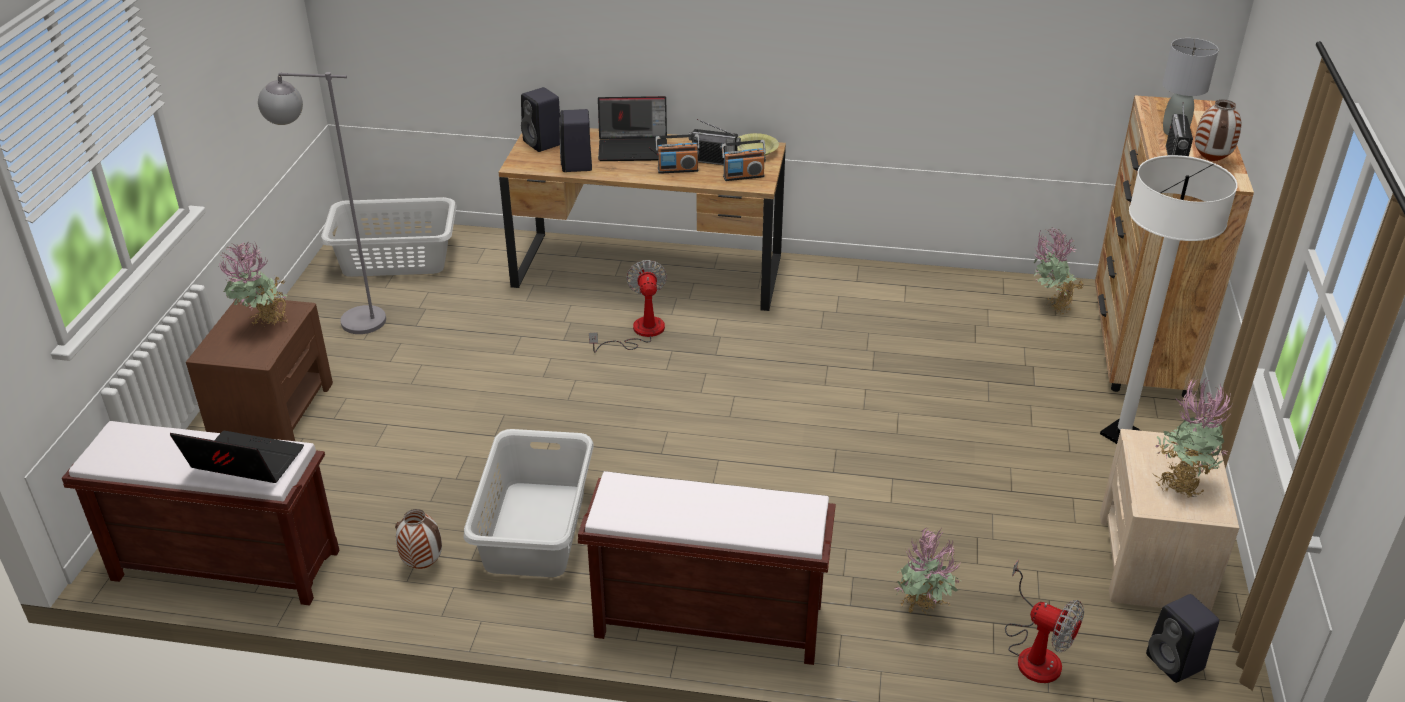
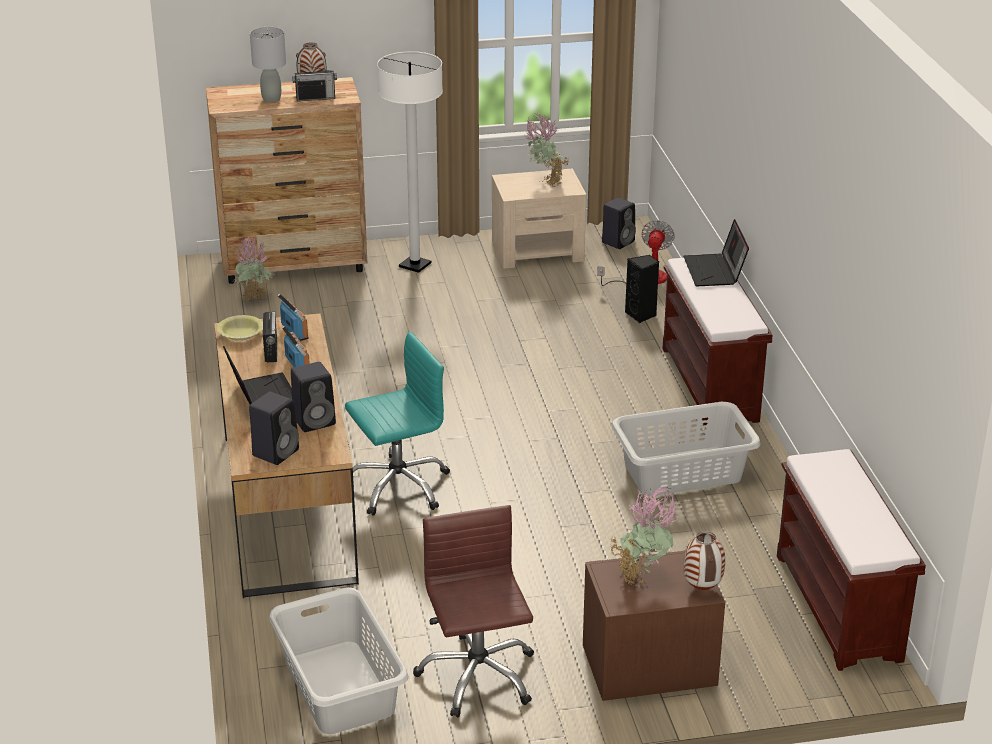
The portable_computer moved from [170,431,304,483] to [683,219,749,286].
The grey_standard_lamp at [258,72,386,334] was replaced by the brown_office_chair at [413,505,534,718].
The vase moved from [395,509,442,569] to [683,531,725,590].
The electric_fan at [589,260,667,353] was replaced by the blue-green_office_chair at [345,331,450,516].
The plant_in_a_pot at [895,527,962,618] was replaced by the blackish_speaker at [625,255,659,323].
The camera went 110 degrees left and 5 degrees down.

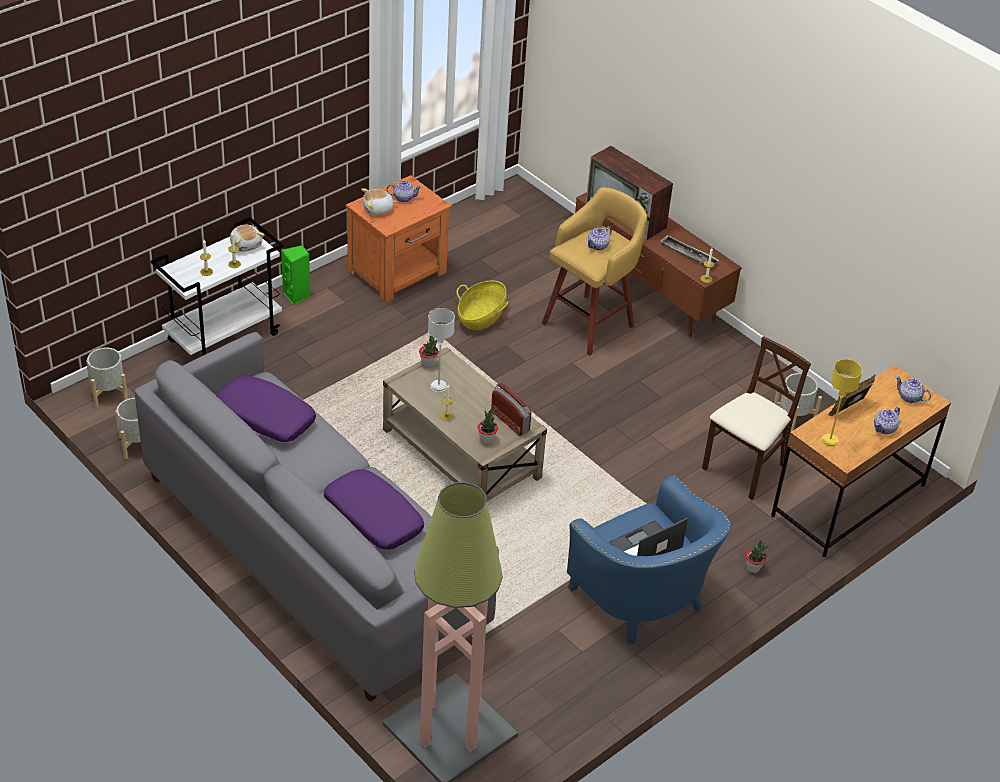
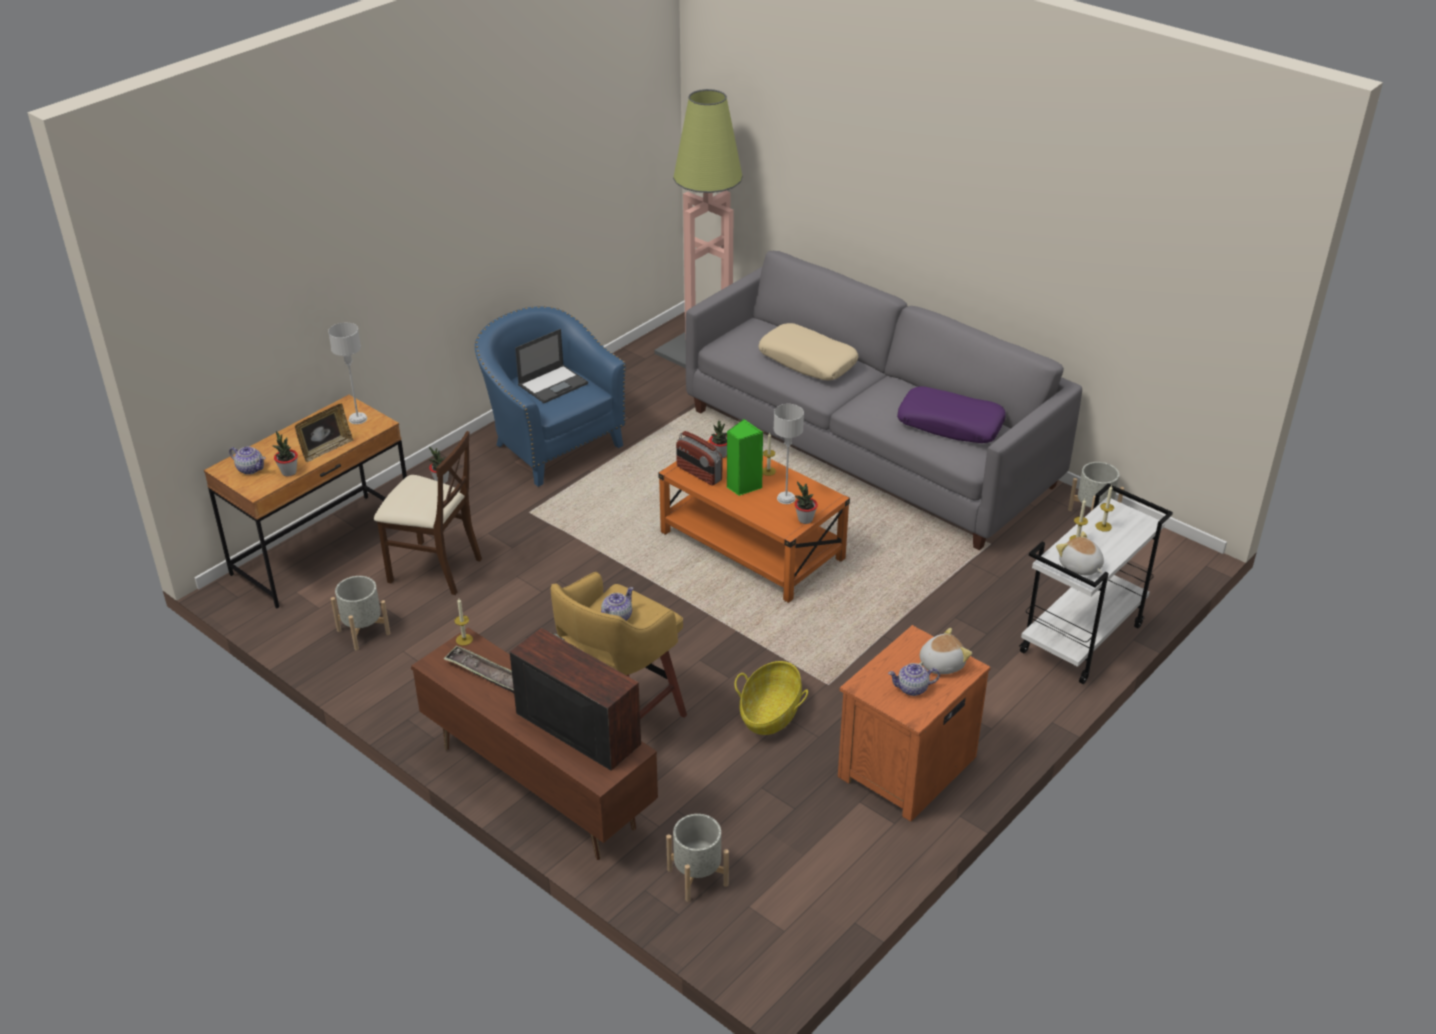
The grey_plant_pot moved from [86,347,128,407] to [666,814,729,902].
The green_speaker moved from [281,245,311,305] to [727,419,763,496].
The purplish_throw_pillow at [324,469,424,550] became the beige_throw_pillow at [758,323,859,381].
The beige_lounge_table at [383,347,547,501] became the orange-coloured_lounge_table at [658,440,850,603].
The beige_upright_chair at [702,336,811,500] turned 105 degrees counterclockwise.
The yellowish_tabletop_lamp at [821,359,862,447] became the grey_tabletop_lamp at [328,323,367,424].
The teapot at [874,407,900,434] disappeared.
The plant_in_a_pot at [273,431,298,476] appeared.
The camera went 175 degrees right and 5 degrees down.

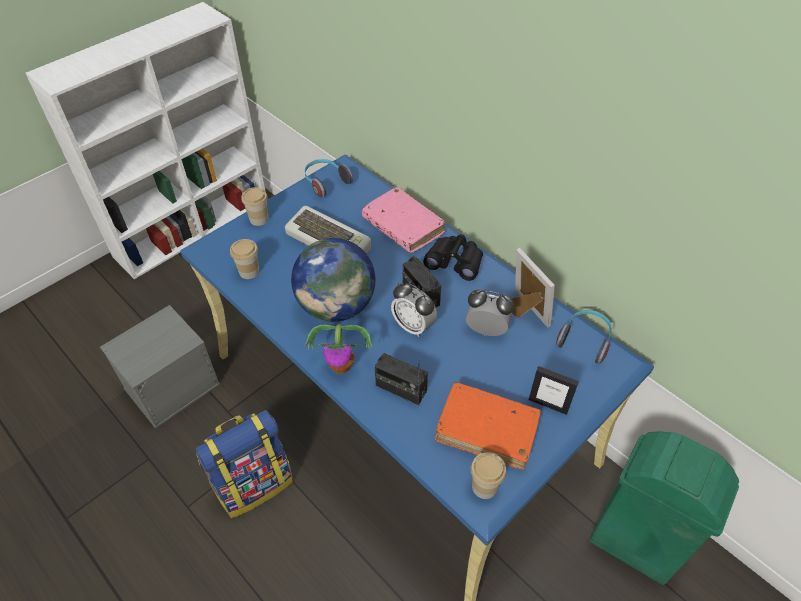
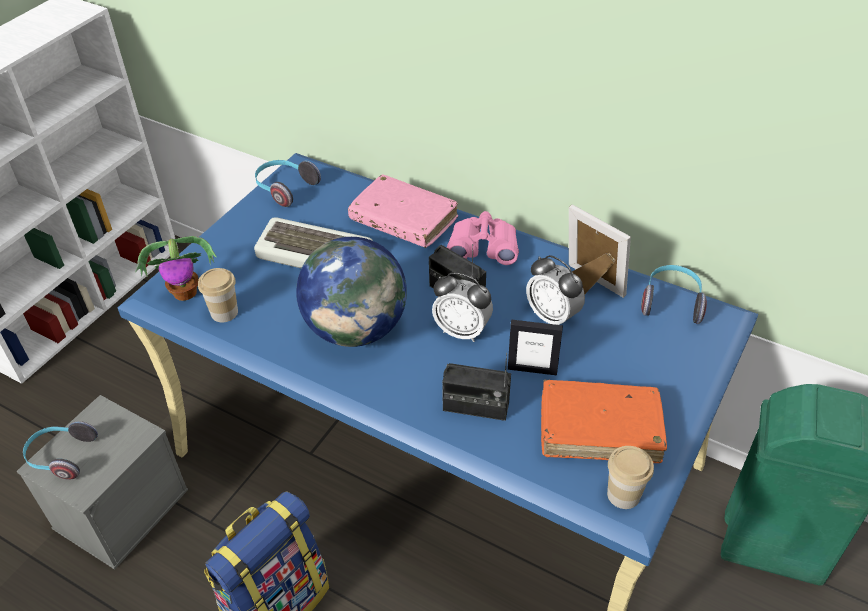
The drinking_cup at [242,187,269,226] disappeared.
The plant_in_a_pot moved from [304,324,373,374] to [135,236,217,301].
The blackish_binoculars at [423,234,483,281] became the pink_binoculars at [447,211,519,265].
The bedside_clock at [466,290,515,336] turned 135 degrees counterclockwise.
The photo_frame moved from [529,366,579,415] to [508,320,563,375].
The headphones at [23,421,98,480] appeared.
The camera went 15 degrees left and 5 degrees down.

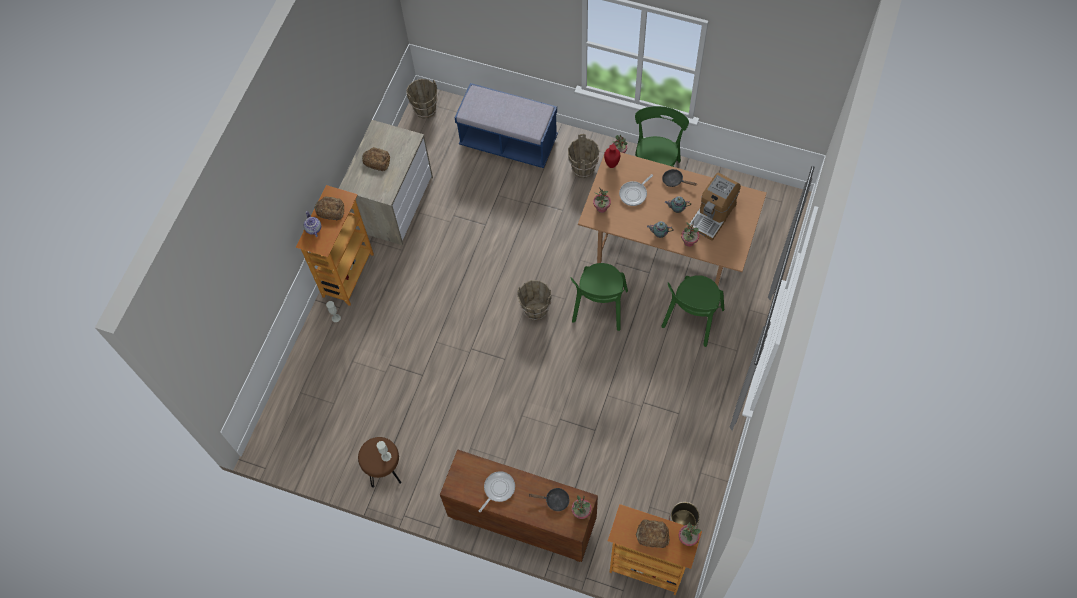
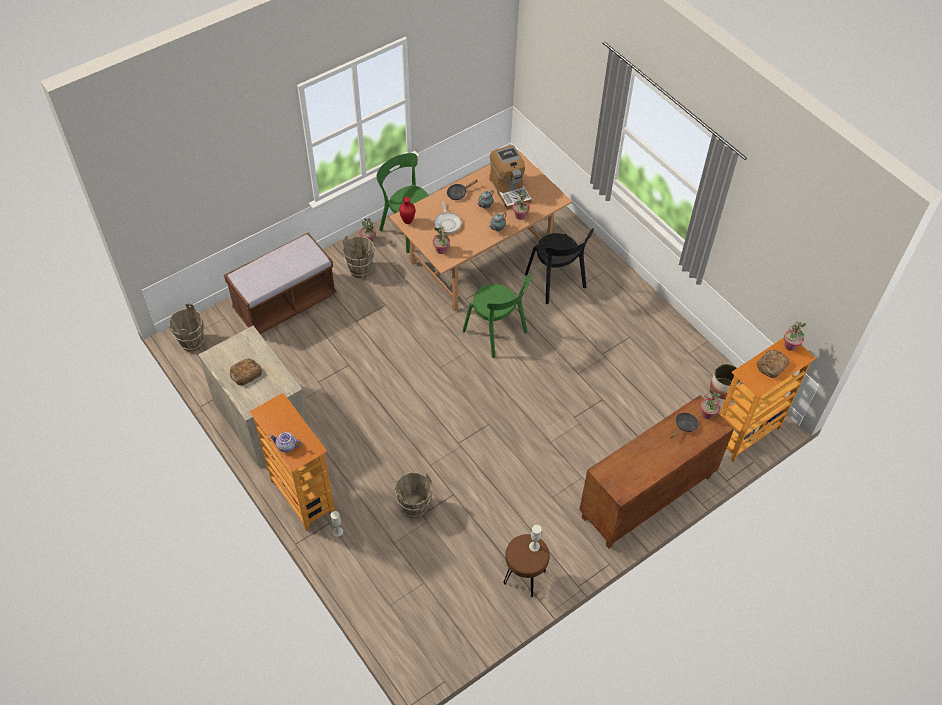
The bakery_bread at [315,196,344,220] disappeared.
The blue_indoor_bench at [455,83,558,168] became the brown_indoor_bench at [224,233,337,334].
The frying_pan at [479,471,515,512] disappeared.
The brown_bucket moved from [517,280,552,321] to [394,472,432,518].
The green_upright_chair at [661,275,724,347] became the blackish_upright_chair at [525,228,594,304].
The camera went 60 degrees left and 10 degrees down.

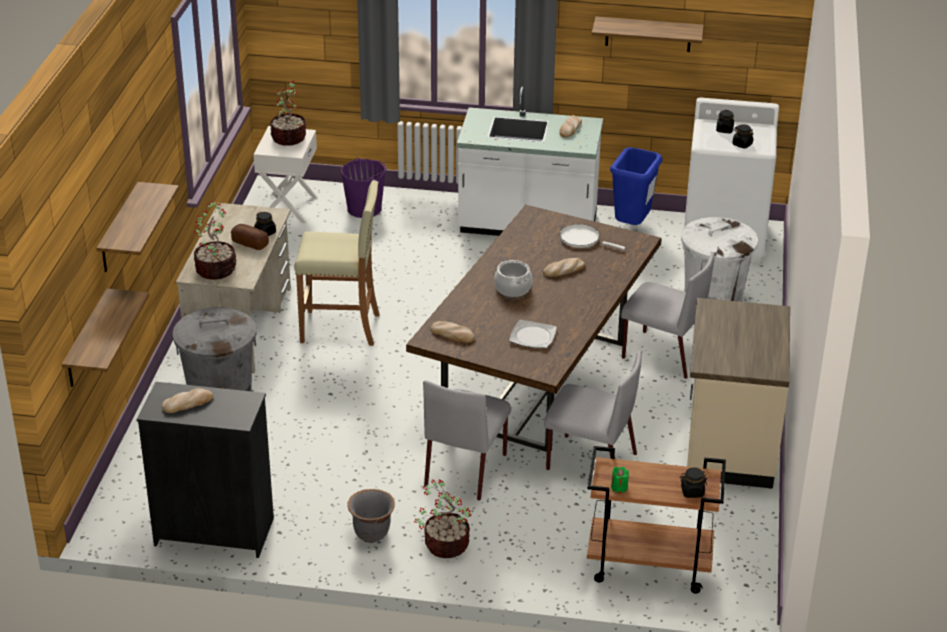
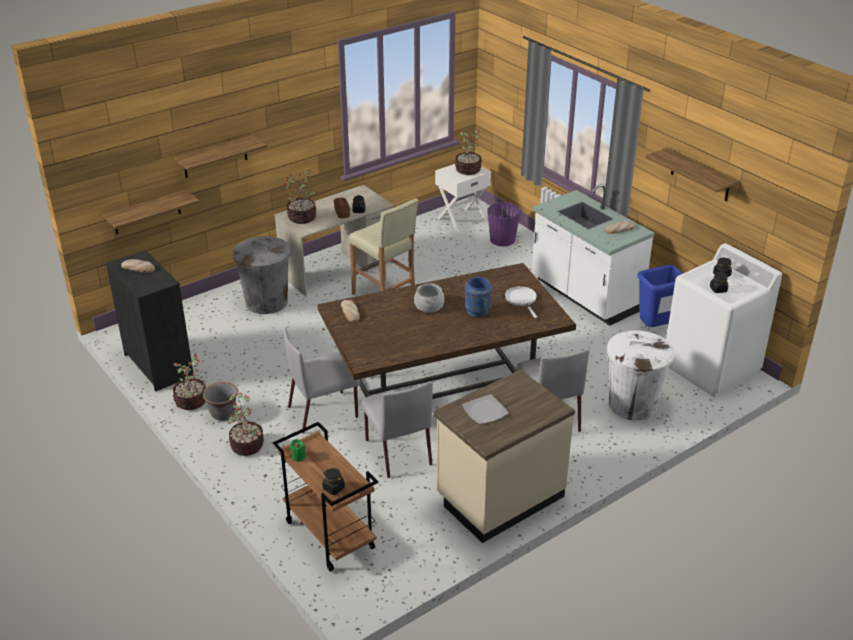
The plate moved from [509,320,557,348] to [462,394,509,424].
The bakery_bread at [543,258,585,277] was replaced by the blue_vase at [465,277,493,317].
The plant_in_a_pot at [173,354,206,410] appeared.
The camera went 45 degrees right and 0 degrees up.

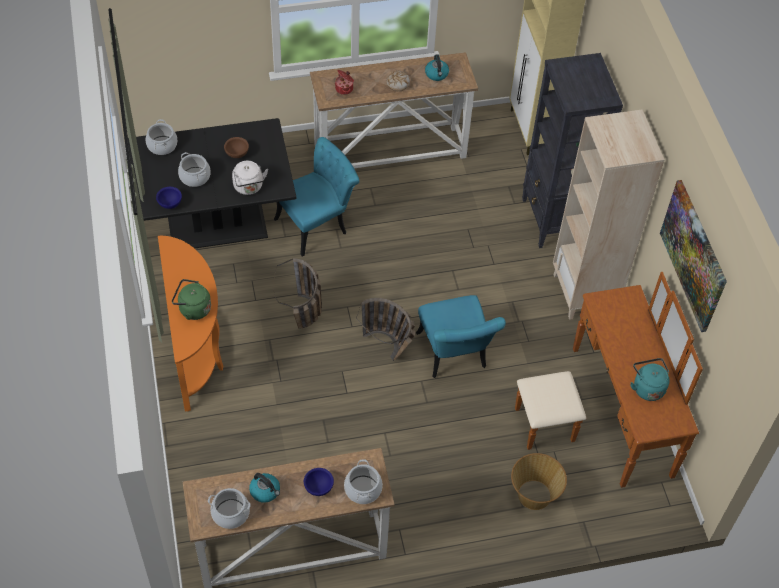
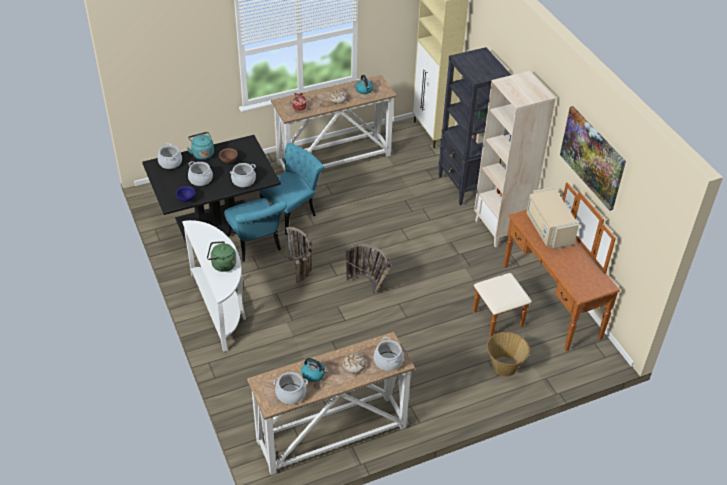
The orange-coloured_narrow_table at [158,236,223,411] became the whitish_narrow_table at [182,220,246,352].
The whitish_water_kettle at [232,161,268,195] was replaced by the saucepot at [230,163,256,187].
The blue_serving_bowl at [304,468,334,496] was replaced by the bakery_bread at [342,353,366,374].
The blue-green_upright_chair moved from [416,295,506,378] to [224,198,287,262].
The blue-green_water_kettle moved from [630,358,669,401] to [187,132,214,160].
The beige_kitchen_microwave at [527,187,579,249] appeared.
The camera went 10 degrees left and 10 degrees down.

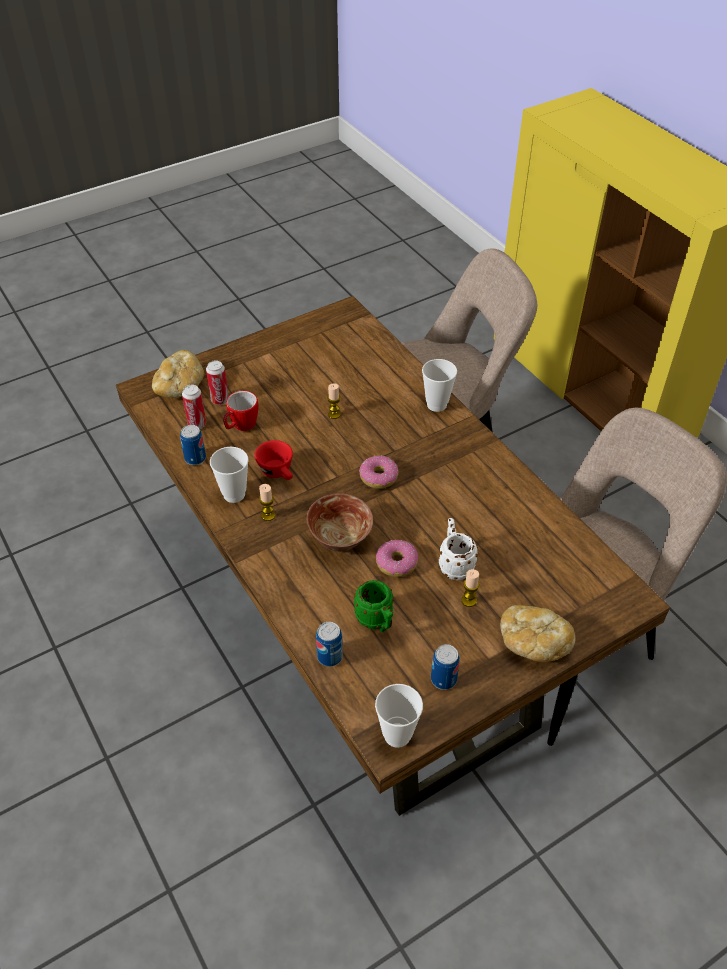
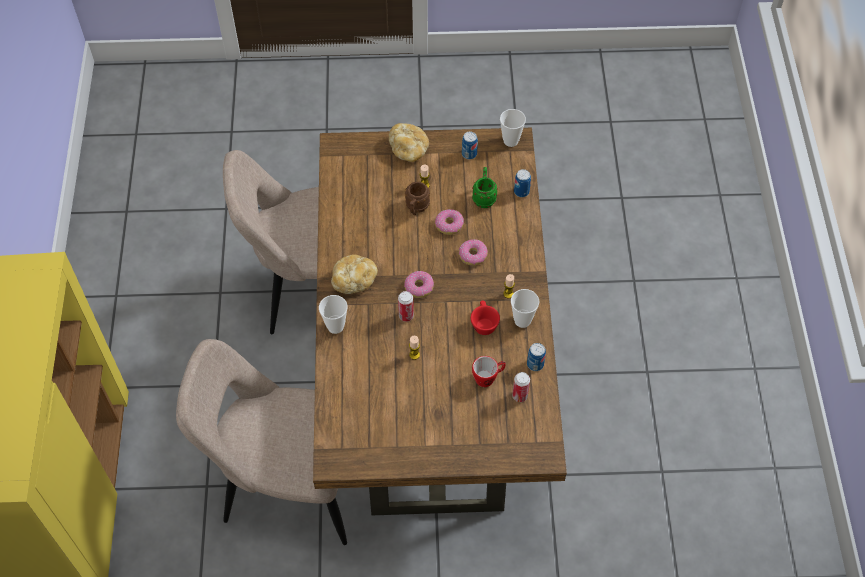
The bakery_bread moved from [152,350,204,398] to [331,254,378,294].
The sealed_can moved from [206,360,229,405] to [398,291,414,322].
The serving_bowl at [306,493,373,552] was replaced by the doughnut at [459,239,488,266].
The whitish_coffee_mug at [439,518,478,580] became the brown_coffee_mug at [405,182,430,215].
The camera went 150 degrees left and 10 degrees up.

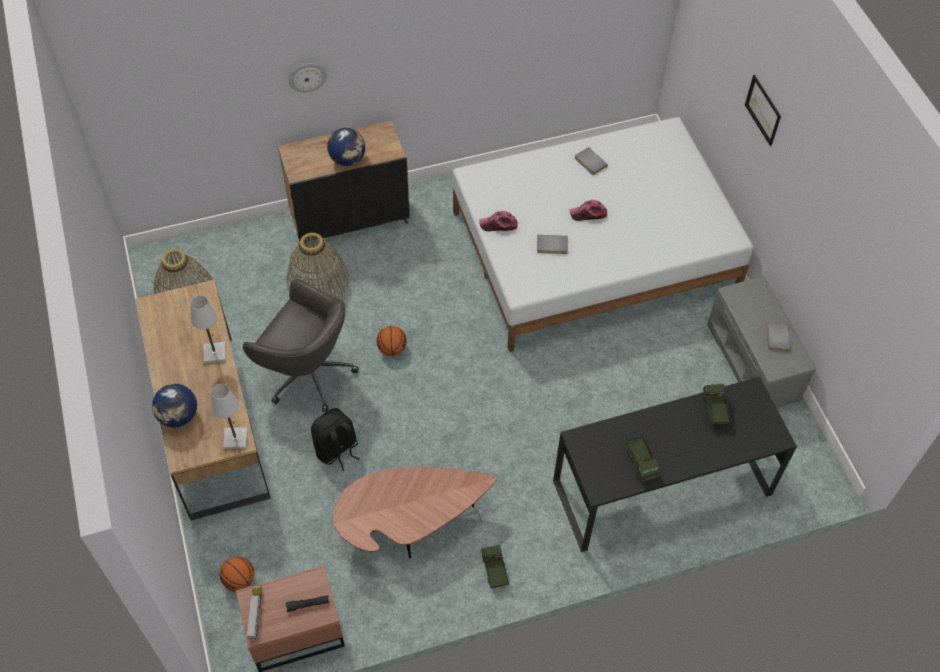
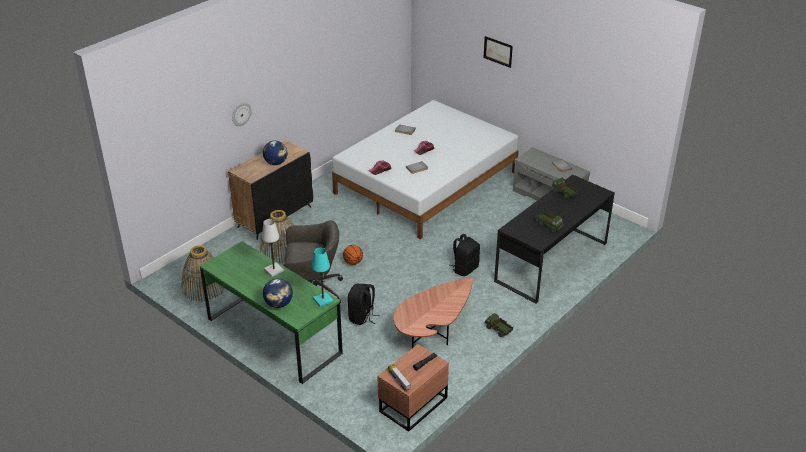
The brown_desk_unit at [135,280,271,521] became the green_desk_unit at [200,241,343,384].
The whitish_tabletop_lamp at [211,384,248,449] became the blue-green_tabletop_lamp at [312,248,333,307].
The basketball_ball at [220,557,255,592] disappeared.
The blackish_rucksack at [450,234,480,276] appeared.
The camera went 30 degrees left and 20 degrees down.

